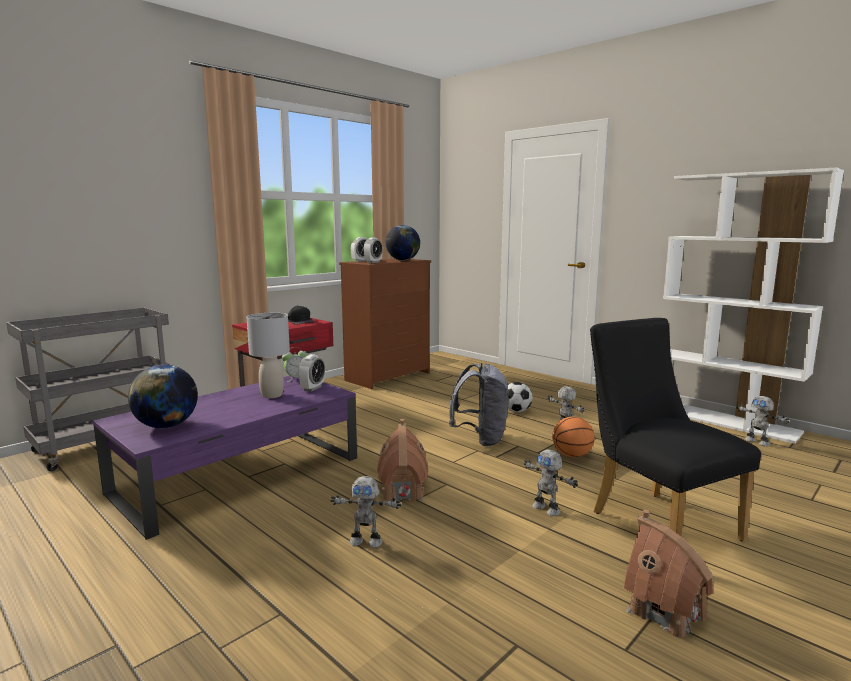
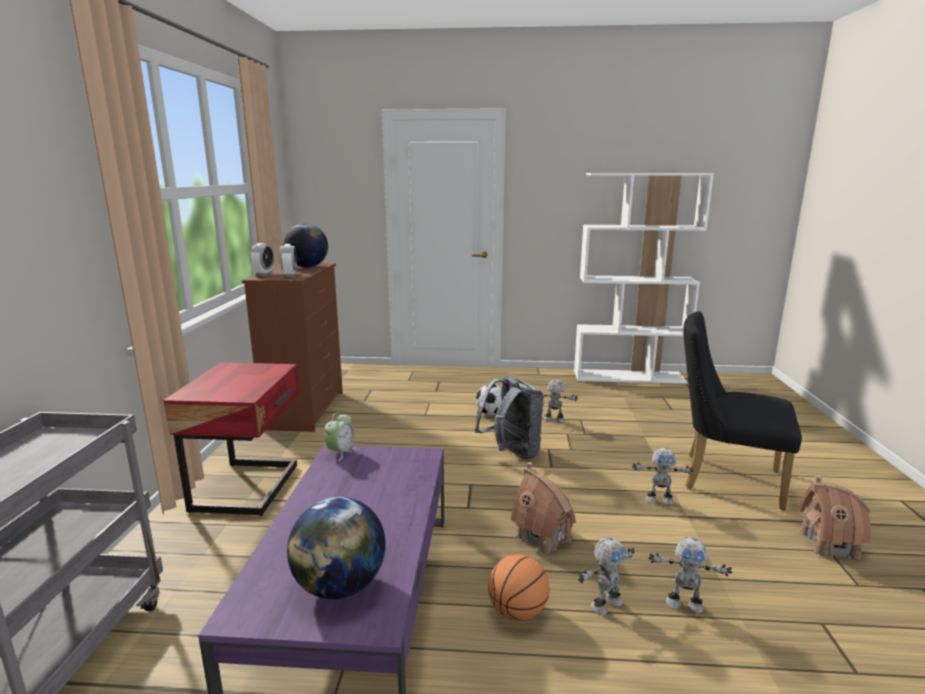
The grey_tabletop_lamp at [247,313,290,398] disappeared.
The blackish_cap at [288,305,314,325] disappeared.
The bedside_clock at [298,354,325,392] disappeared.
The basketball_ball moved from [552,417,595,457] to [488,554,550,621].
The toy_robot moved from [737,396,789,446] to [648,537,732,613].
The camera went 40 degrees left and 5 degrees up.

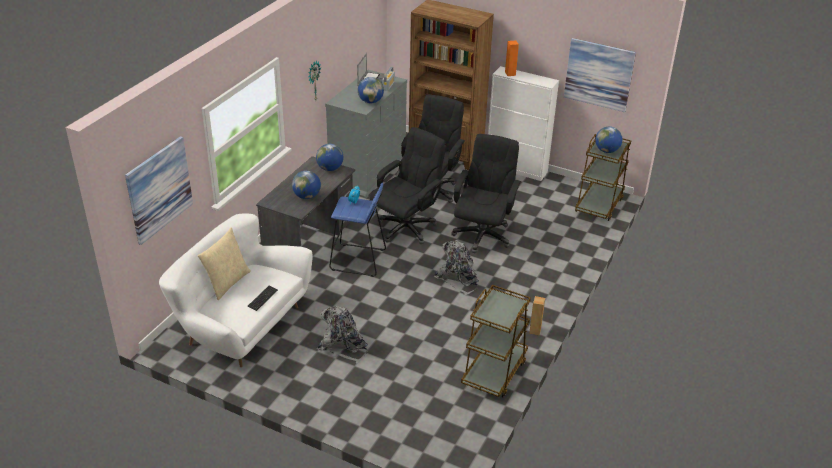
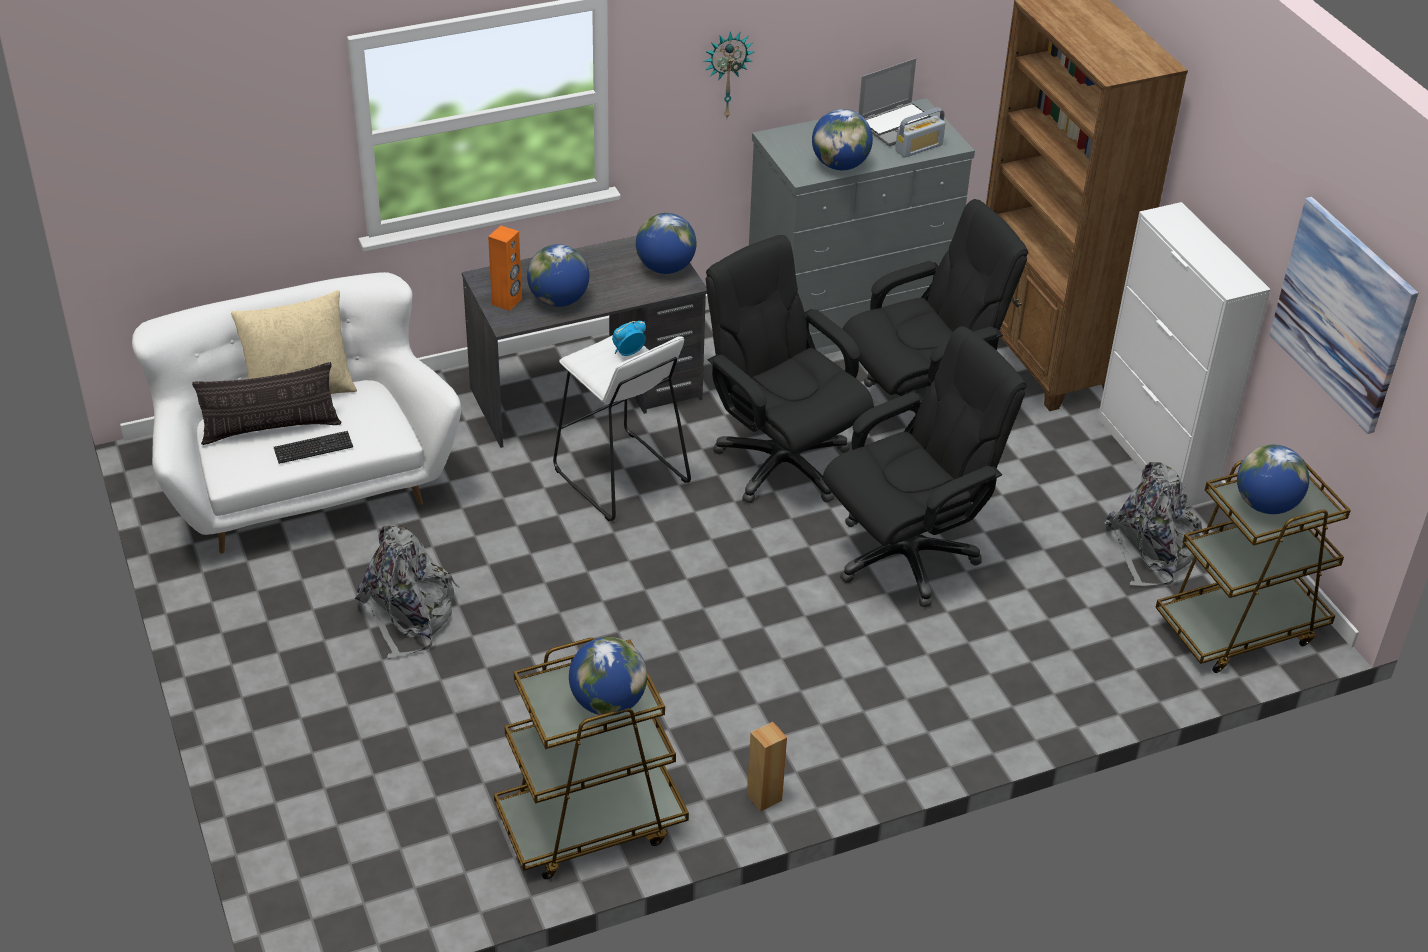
The wall_art at [125,136,193,245] disappeared.
The blue_sitting_stool at [329,183,386,277] became the whitish_sitting_stool at [553,335,691,521].
The blackish_office_chair at [370,127,446,244] turned 120 degrees counterclockwise.
The grey_rucksack moved from [434,240,479,296] to [1104,462,1204,586].
The orange-coloured_speaker moved from [505,40,519,76] to [488,225,522,311].
The throw_pillow at [192,362,341,445] appeared.
The globe at [569,637,647,716] appeared.
The camera went 40 degrees right and 5 degrees up.

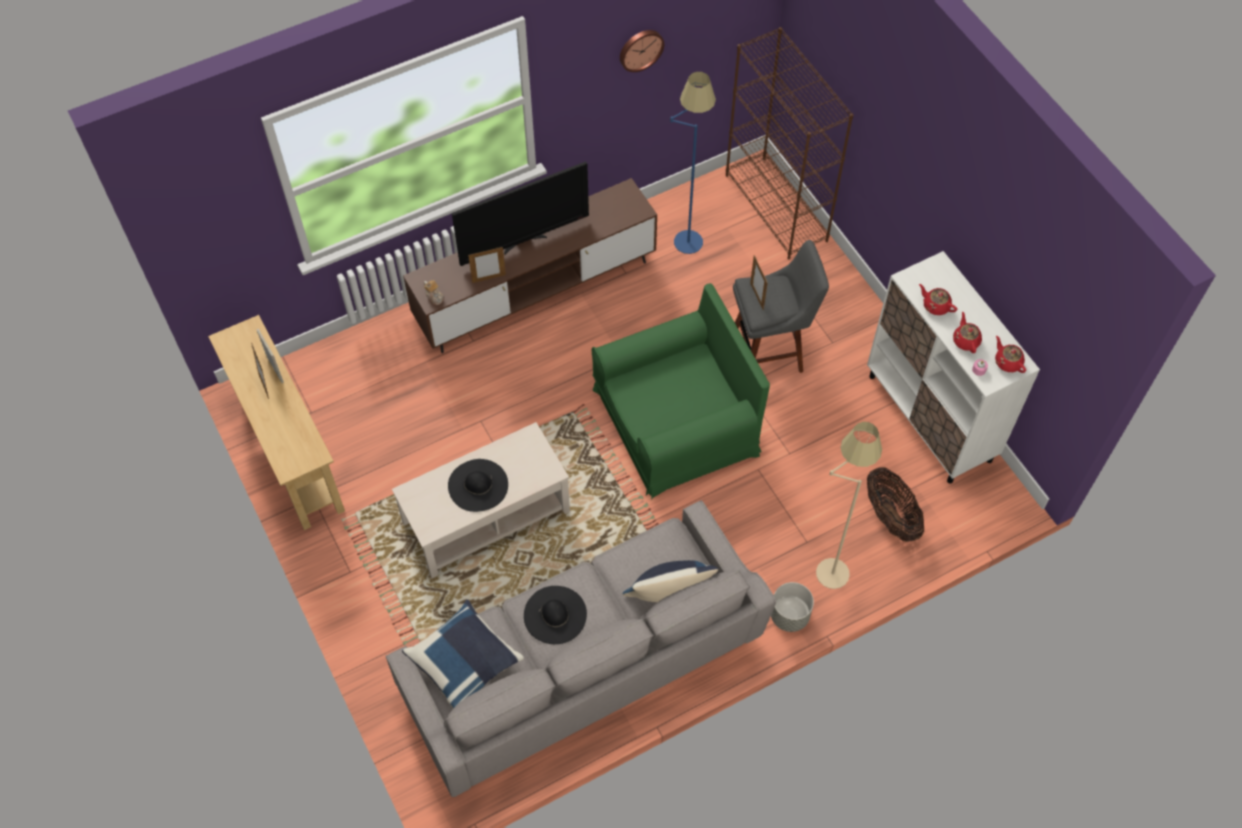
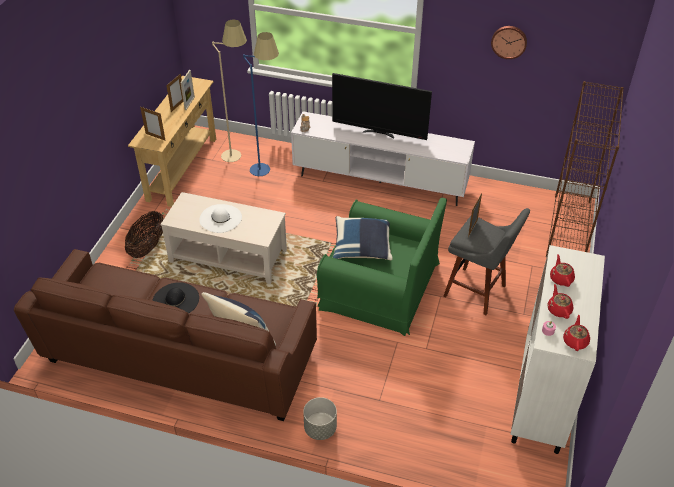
The grey_settee at [386,500,776,797] became the brown_settee at [14,249,317,421].
The blue_throw_pillow moved from [402,600,524,708] to [333,216,393,260].
The brown_tv_unit at [403,178,657,353] became the whitish_tv_unit at [291,111,475,206].
The blackish_hat at [448,459,508,512] became the whitish_hat at [199,204,242,233].
The photo_frame moved from [468,247,506,283] to [140,107,166,141].
The blue_standard_lamp moved from [670,72,716,254] to [243,32,279,176].
The beige_standard_lamp moved from [816,422,882,589] to [212,20,247,162].
The basket moved from [867,467,924,542] to [125,211,163,258].
The reddish_teapot at [953,312,982,353] turned 45 degrees counterclockwise.
The camera went 45 degrees right and 15 degrees down.

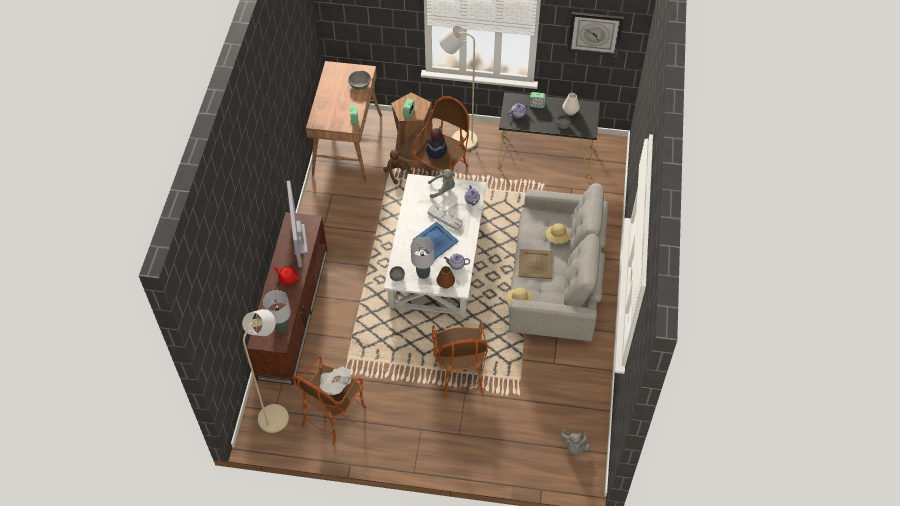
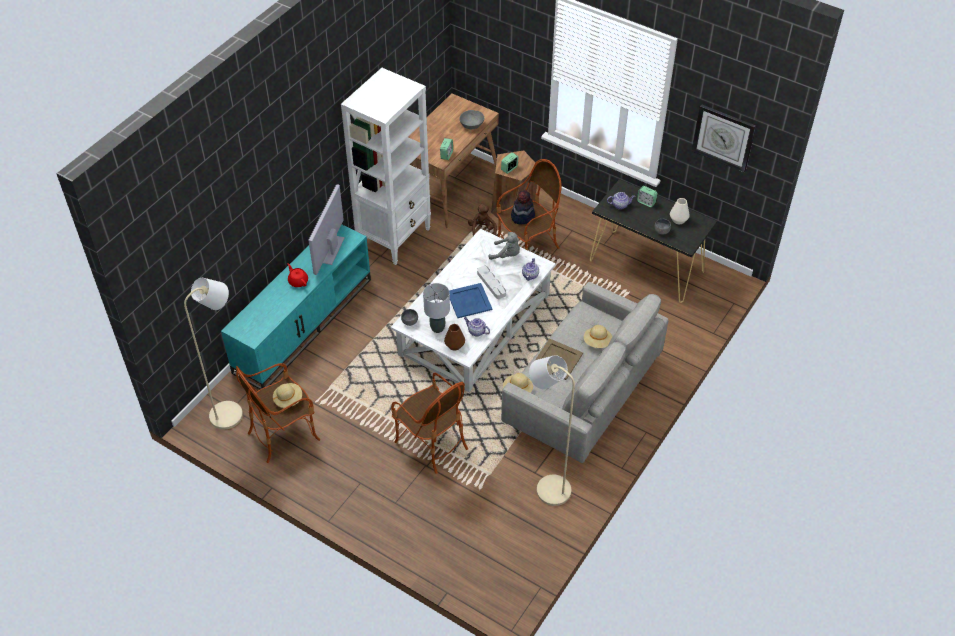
The brown_tv_unit at [247,212,328,385] became the blue-green_tv_unit at [221,224,371,389].
The grey_tabletop_lamp at [263,290,291,333] disappeared.
The printed_paper at [320,366,351,395] was replaced by the beige_hat at [273,383,302,408].
The lounge_chair at [432,320,488,398] turned 60 degrees counterclockwise.
The beige_standard_lamp moved from [439,25,477,150] to [529,355,575,506].
The grey_soft_toy at [561,428,590,454] disappeared.
The whitish_bookcase at [341,68,431,265] appeared.
The camera went 25 degrees right and 5 degrees down.

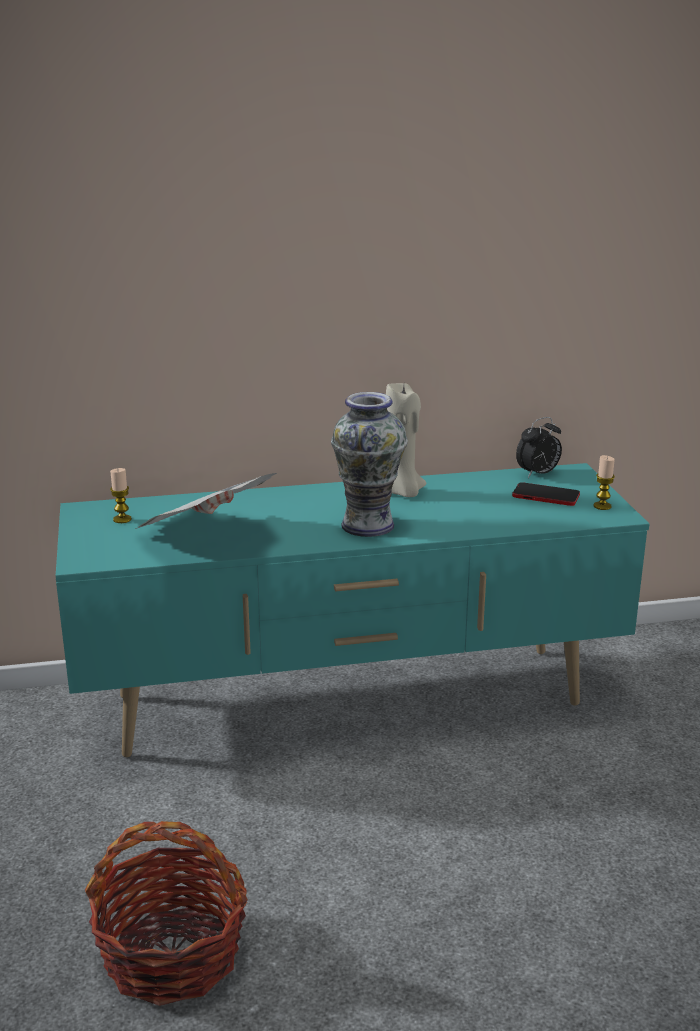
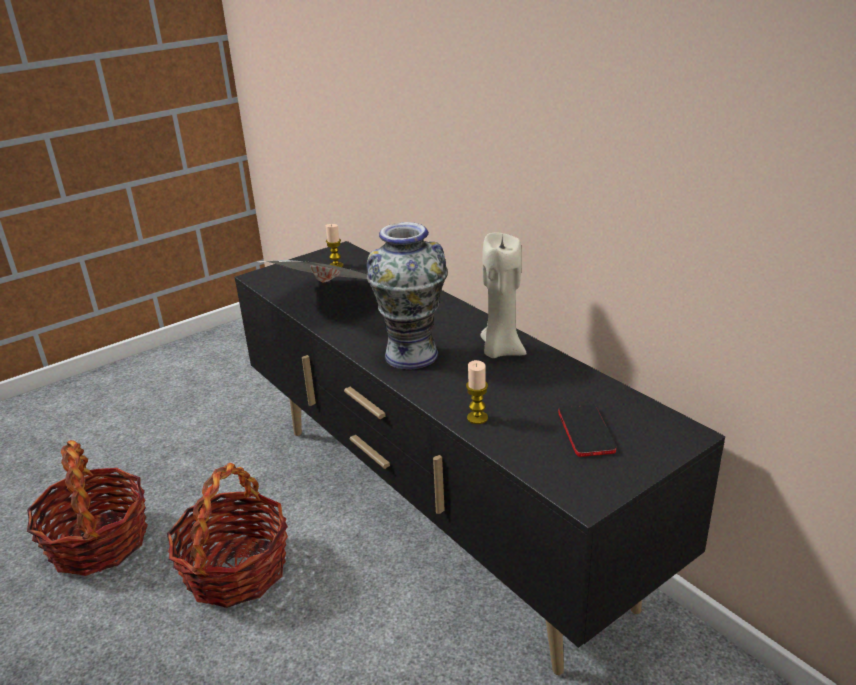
The blue-green_tv_unit at [56,463,649,757] became the blackish_tv_unit at [234,241,725,675].
The bedside_clock at [516,417,562,478] disappeared.
The candle moved from [593,455,615,510] to [466,360,488,424].
The basket at [167,463,288,608] appeared.
The camera went 65 degrees right and 5 degrees up.

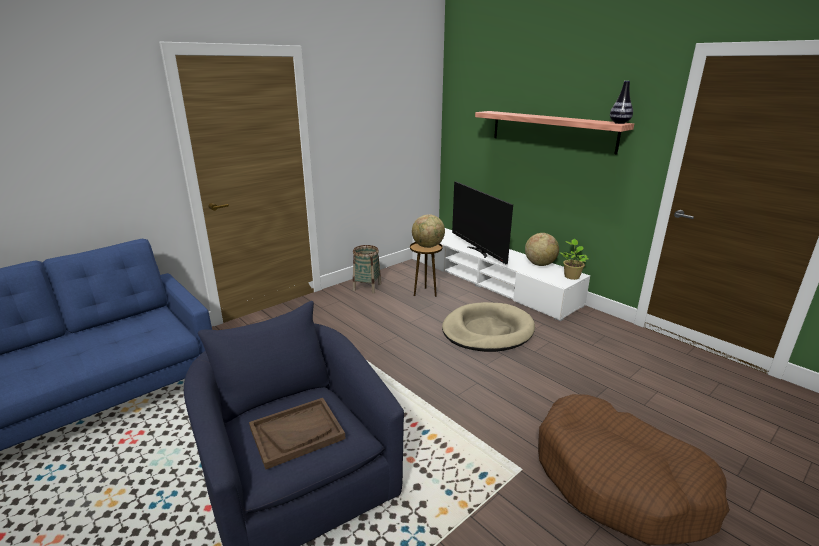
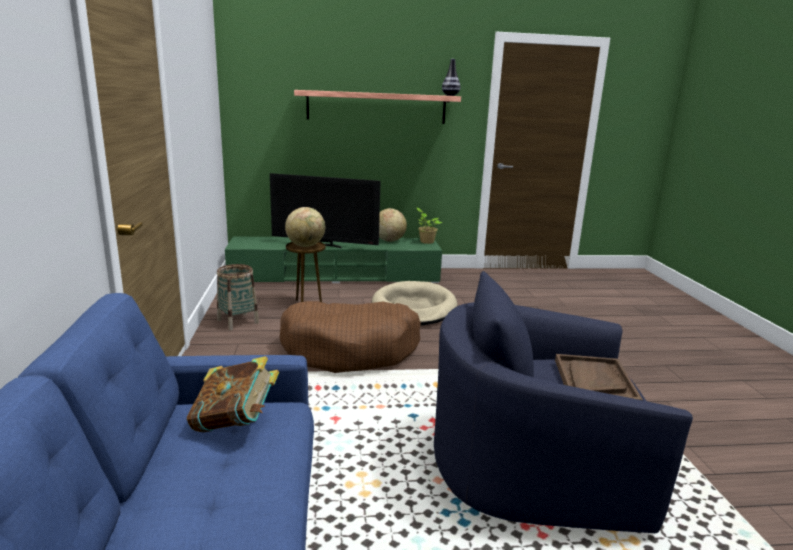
The whitish_tv_unit at [412,228,590,321] became the green_tv_unit at [225,236,442,283].
The brown_dog_cushion moved from [538,394,730,545] to [280,301,421,373].
The book at [187,356,279,432] appeared.
The camera went 55 degrees left and 5 degrees down.

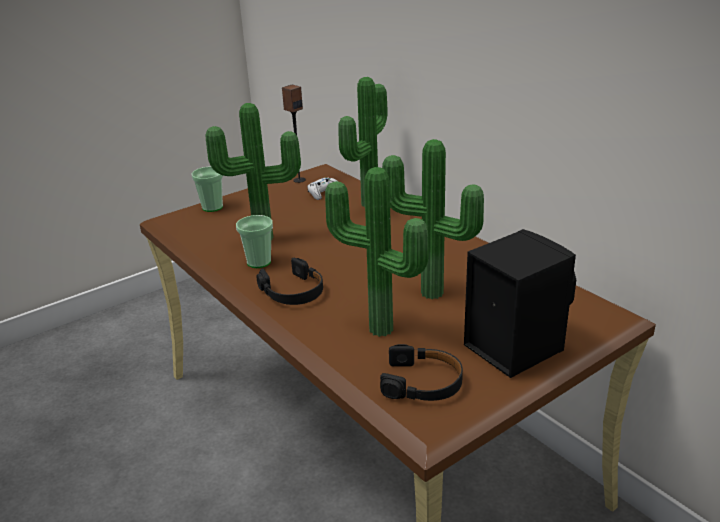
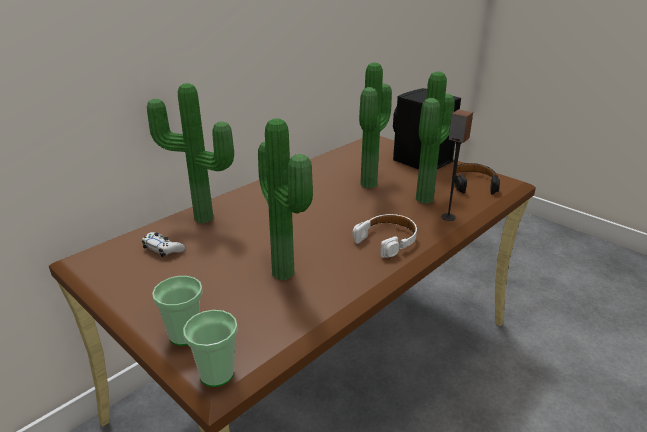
The drinking_cup moved from [236,215,273,268] to [183,310,238,387].
The blackish_headphones at [256,258,323,305] became the whitish_headphones at [353,214,417,258].
The speaker moved from [282,85,306,183] to [441,109,473,221].
The camera went 100 degrees left and 0 degrees up.

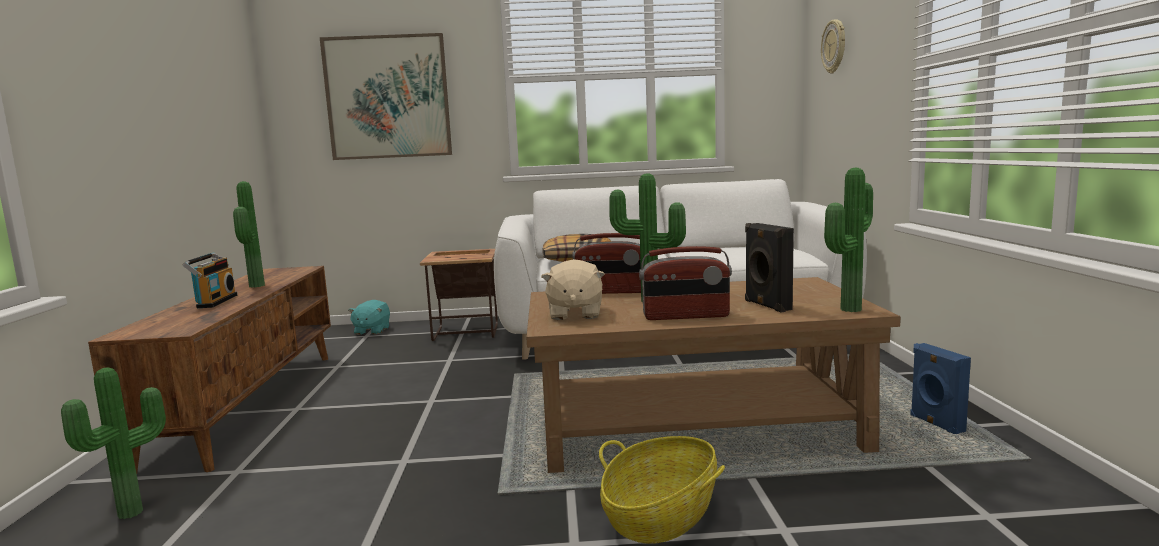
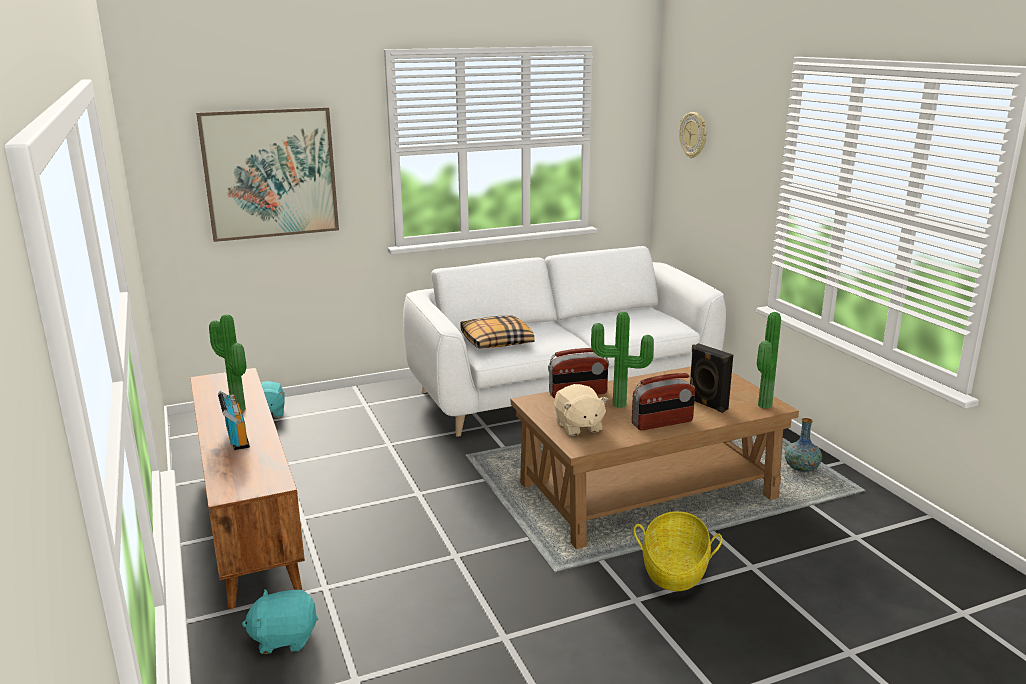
The plant_in_a_pot at [61,367,166,519] was replaced by the blue-green_soft_toy at [242,589,318,654].
The side_table at [420,249,498,341] disappeared.
The blue_speaker at [910,343,971,434] was replaced by the vase at [785,418,822,472].
The camera went 20 degrees left and 10 degrees up.

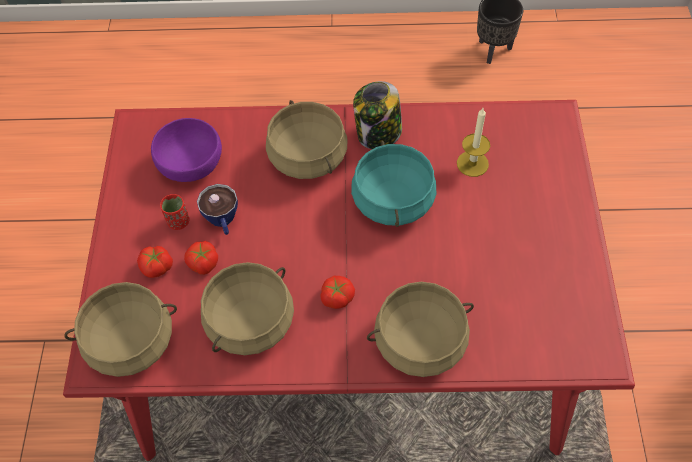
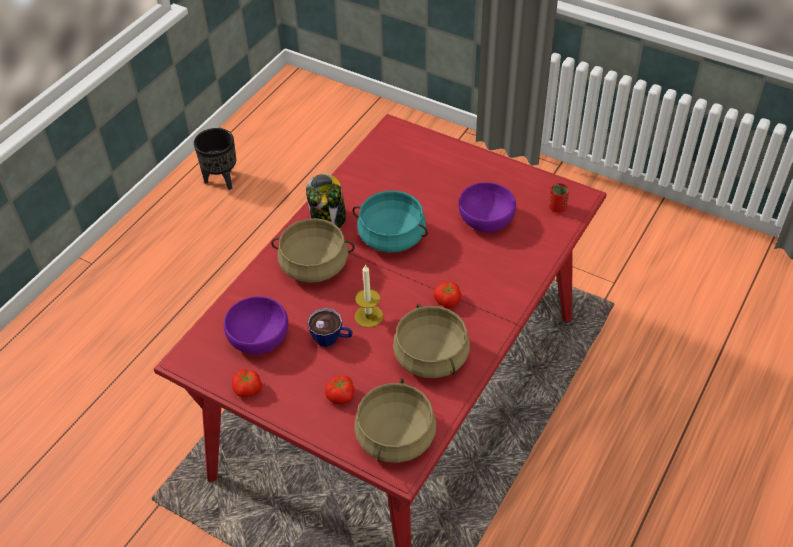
The reddish_drinking_cup moved from [160,194,190,230] to [549,183,569,213].
The whole_tomato moved from [184,241,218,275] to [232,369,262,397].
The beige_saucepot at [367,282,474,377] disappeared.
The candle moved from [457,108,490,177] to [355,264,383,328].
The purplish_serving_bowl at [459,182,516,232] appeared.
The camera went 60 degrees left and 10 degrees down.

